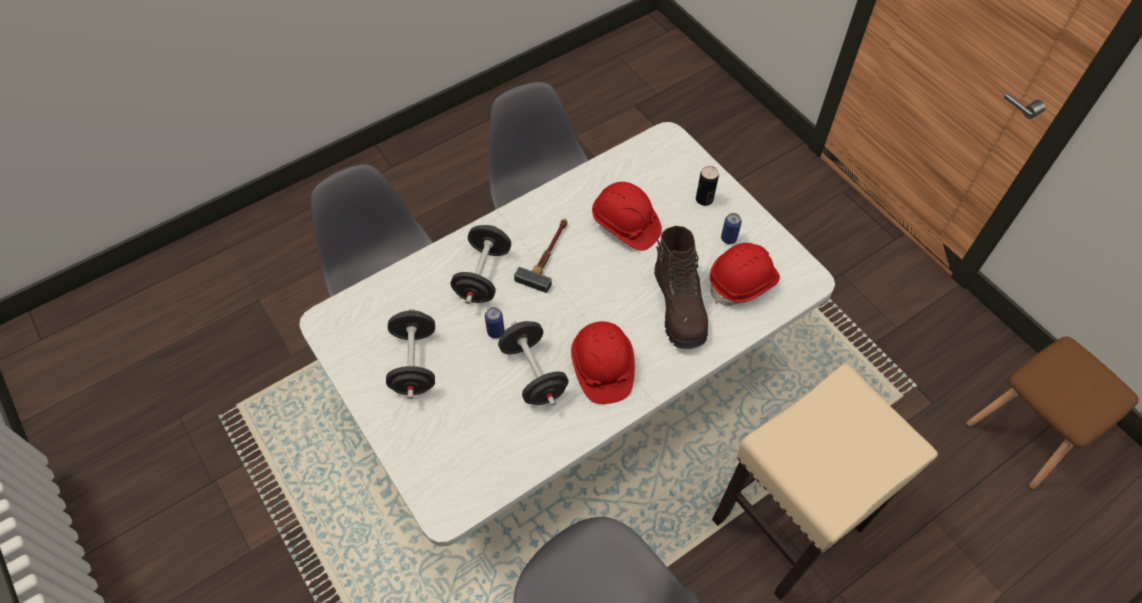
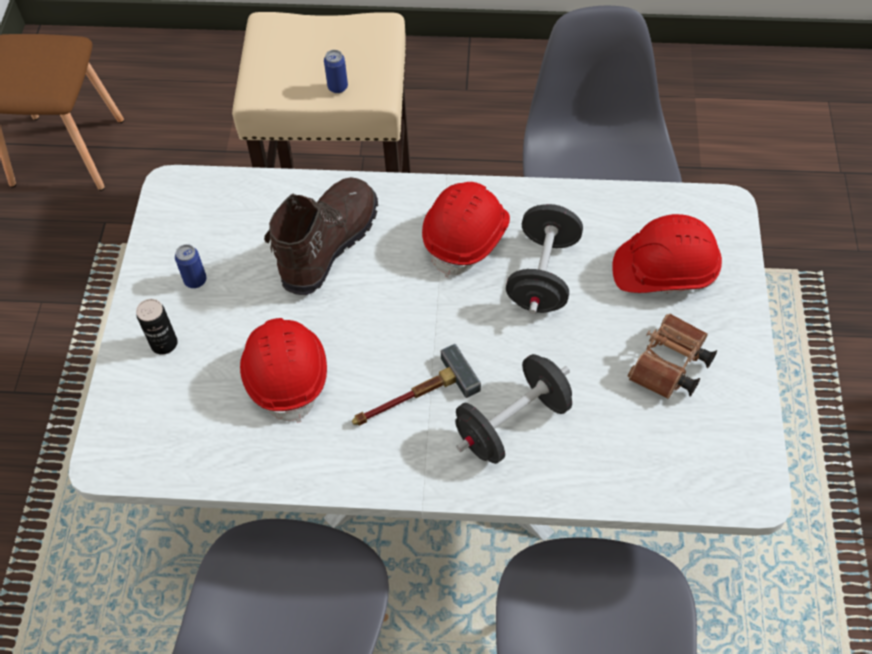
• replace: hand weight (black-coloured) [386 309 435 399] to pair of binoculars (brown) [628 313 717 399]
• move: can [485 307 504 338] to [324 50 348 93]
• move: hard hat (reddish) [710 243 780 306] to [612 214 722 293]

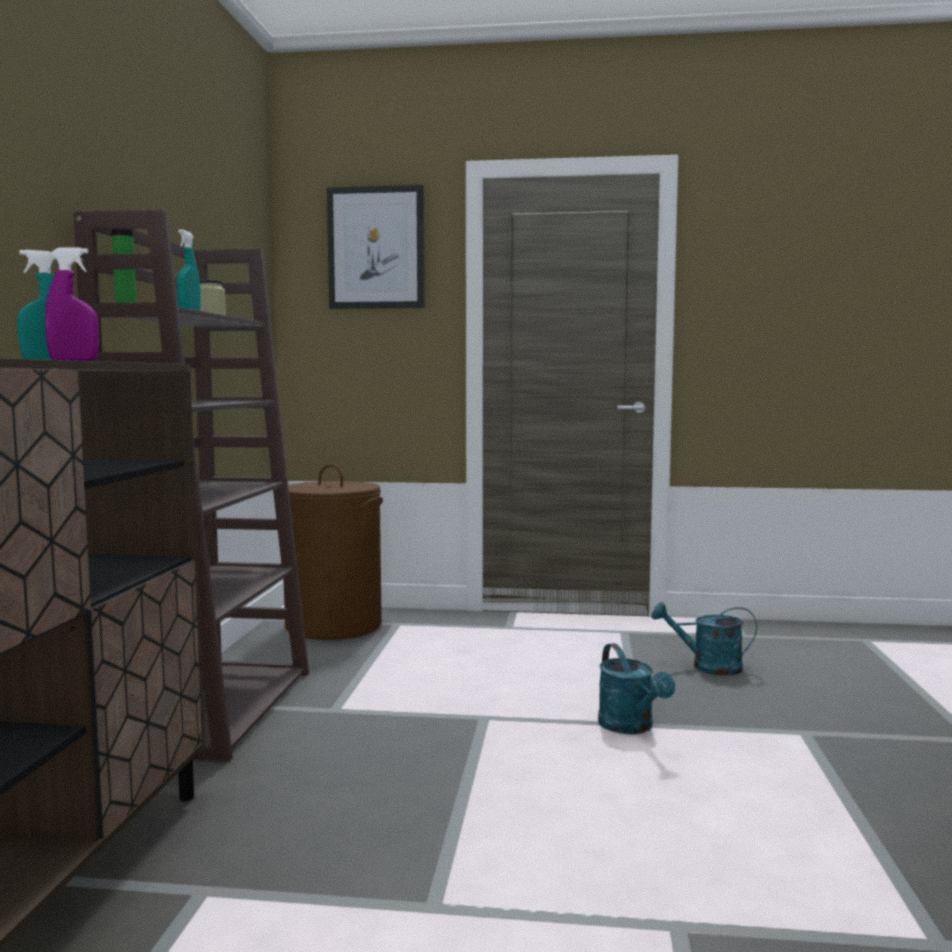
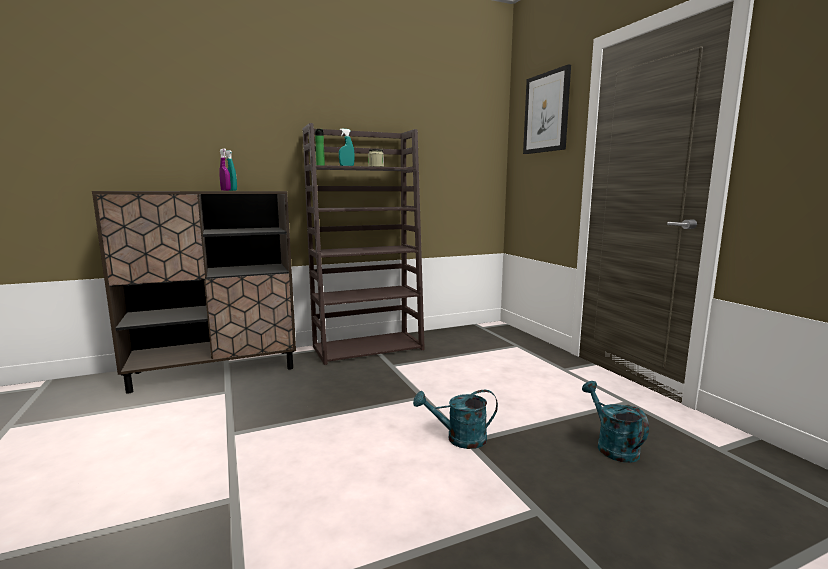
• delete: hamper (brown) [284 464 383 640]
• rotate: watering can (turquoise) [598 643 675 734] = [413 390 498 449] 45 degrees clockwise

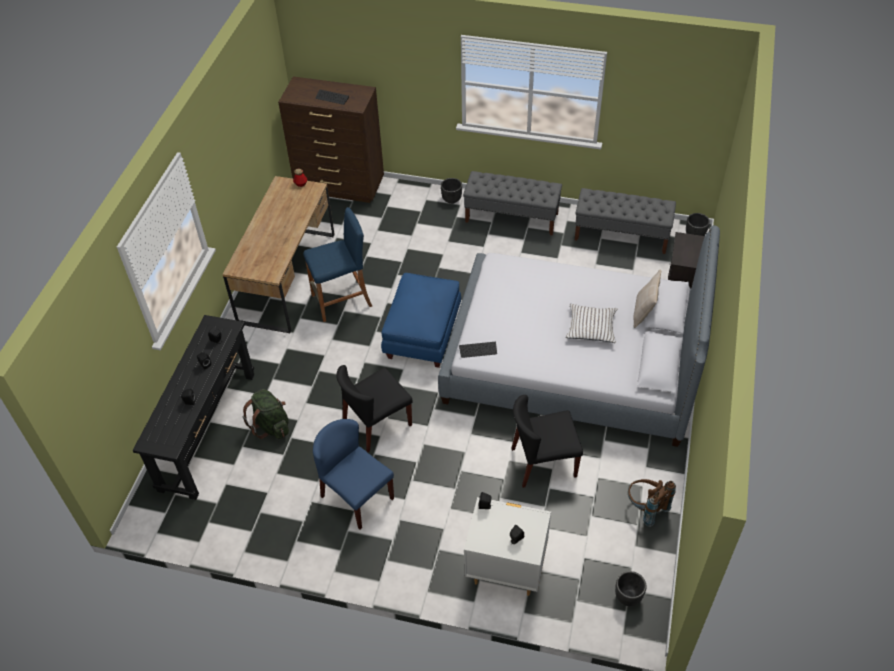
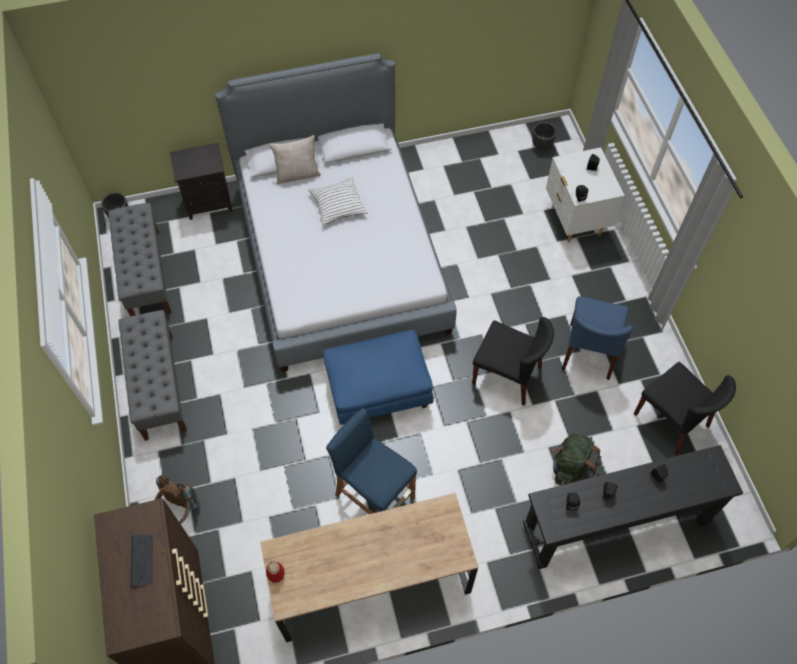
• delete: plant pot (black-coloured) [441 178 462 204]
• delete: PC keyboard [459 342 497 358]
• move: plain chair (black-coloured) [511 395 583 488] to [634 362 736 455]
• move: rucksack (brown) [628 479 676 527] to [155 475 200 524]

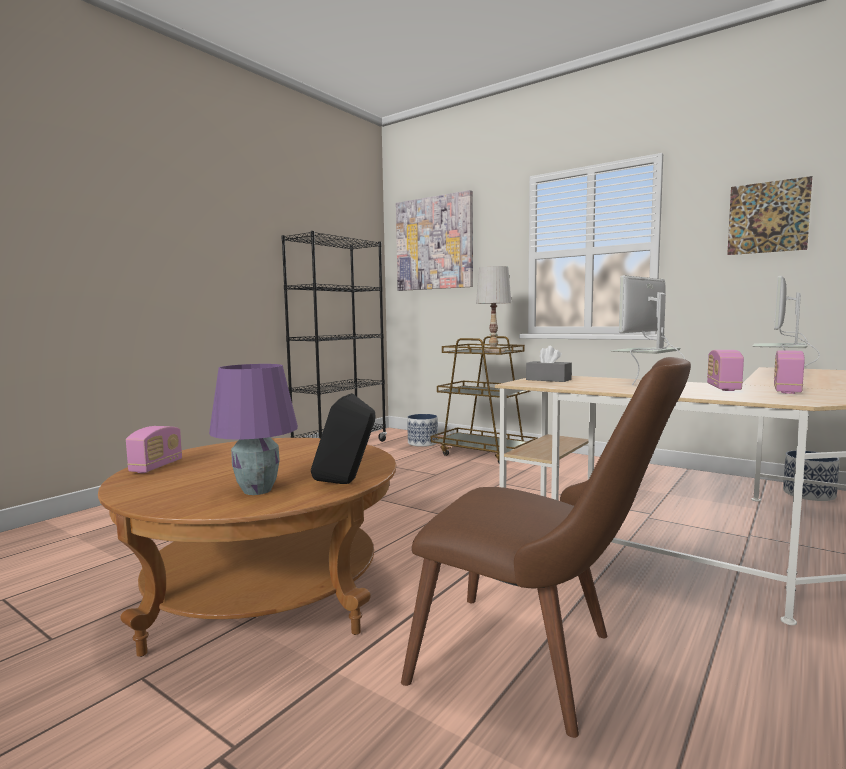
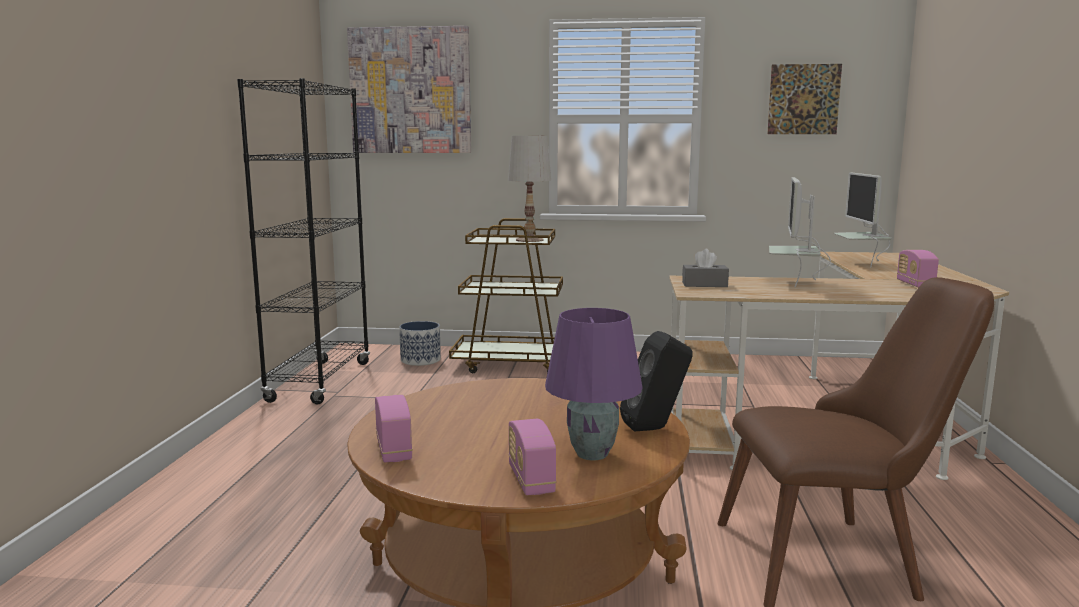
• move: radio receiver [707 350 744 391] to [508 419 557 495]
• delete: plant pot [783 451 840 501]

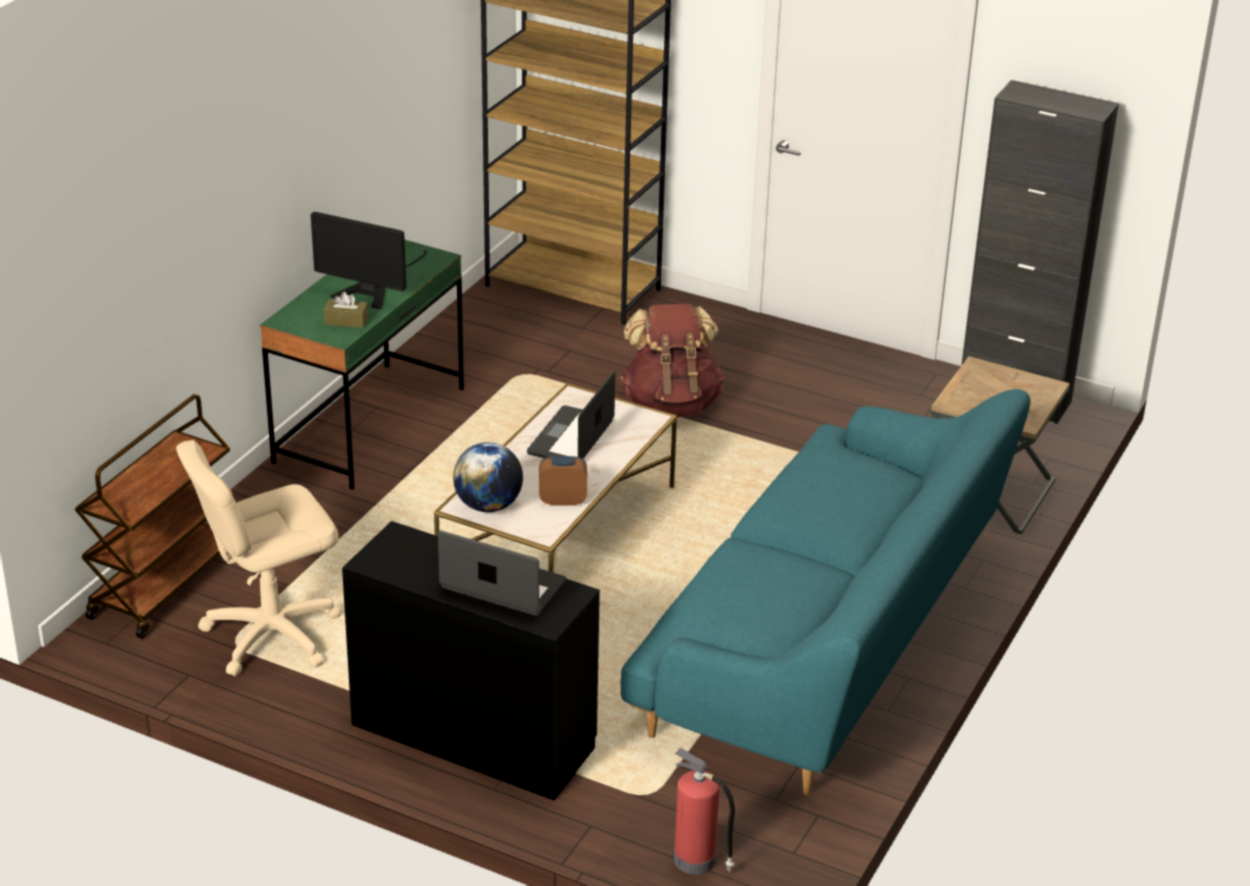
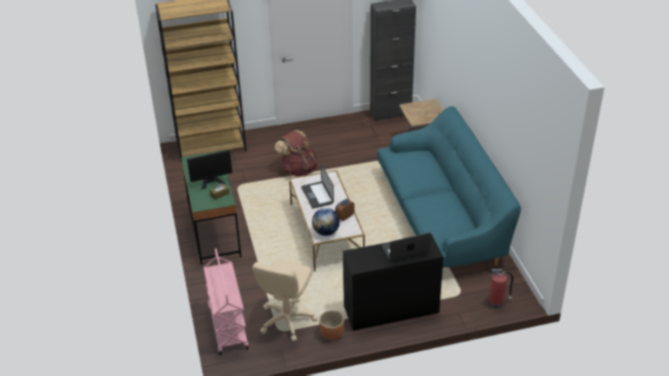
• recolor: wheeled cart (brown) [74 394 235 639] to wheeled cart (pinkish) [203 248 249 355]
• insert: plant pot (brown) [319 310 344 340]

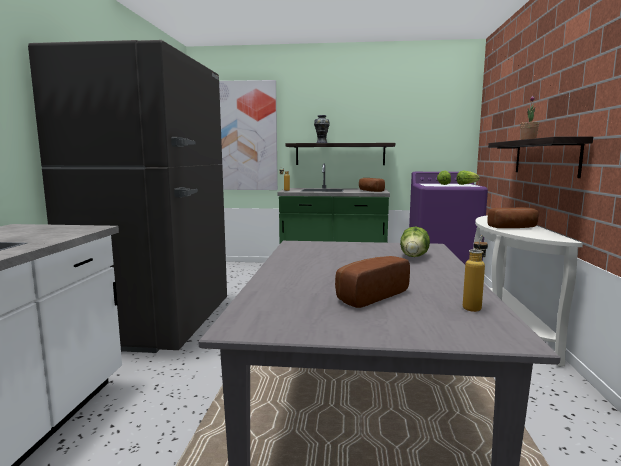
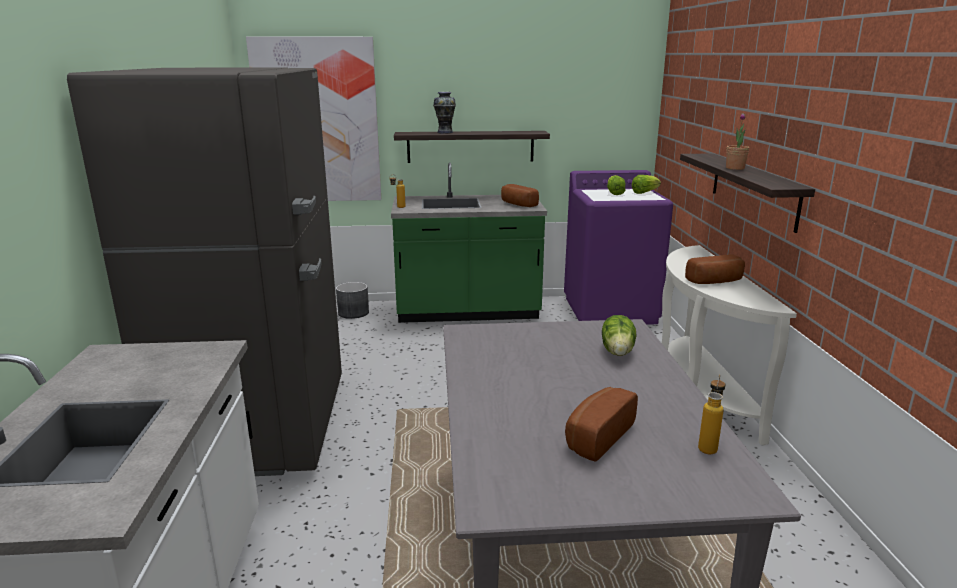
• insert: plant pot (grey) [336 282 369 319]

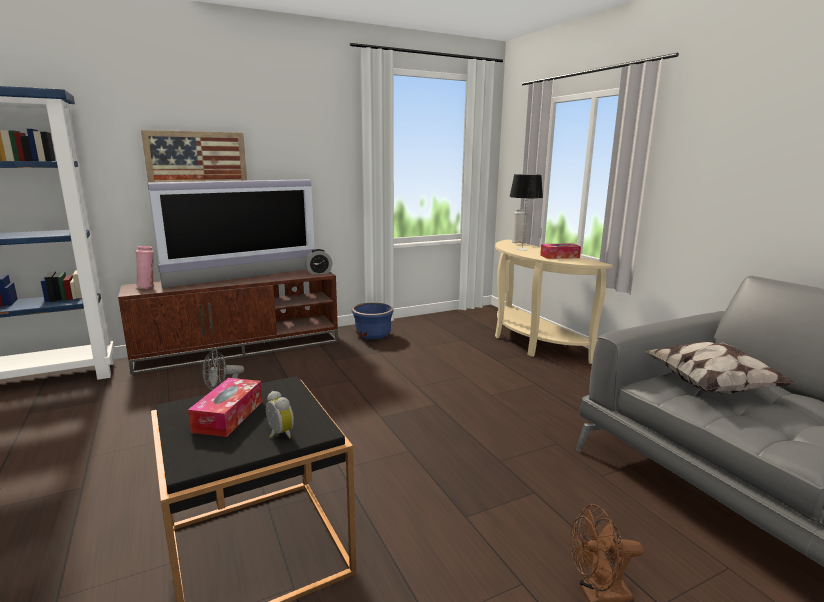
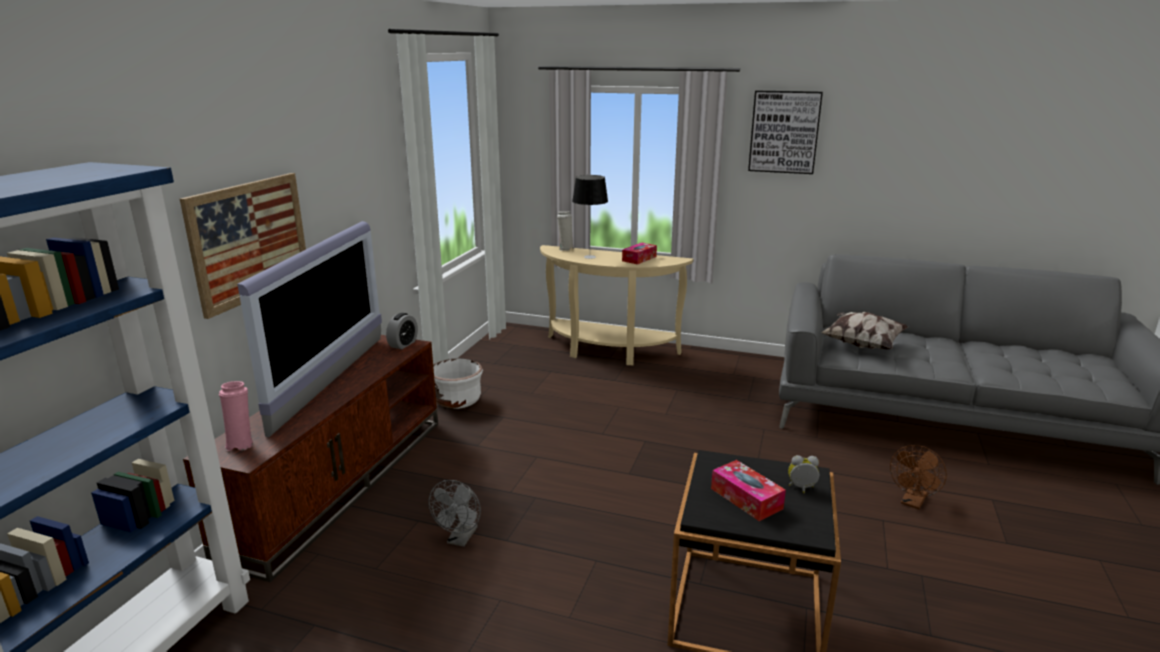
• recolor: plant pot (blue-coloured) [352 303 393 340] to plant pot (white-coloured) [433 358 483 409]
• insert: wall picture [748 91 823 174]

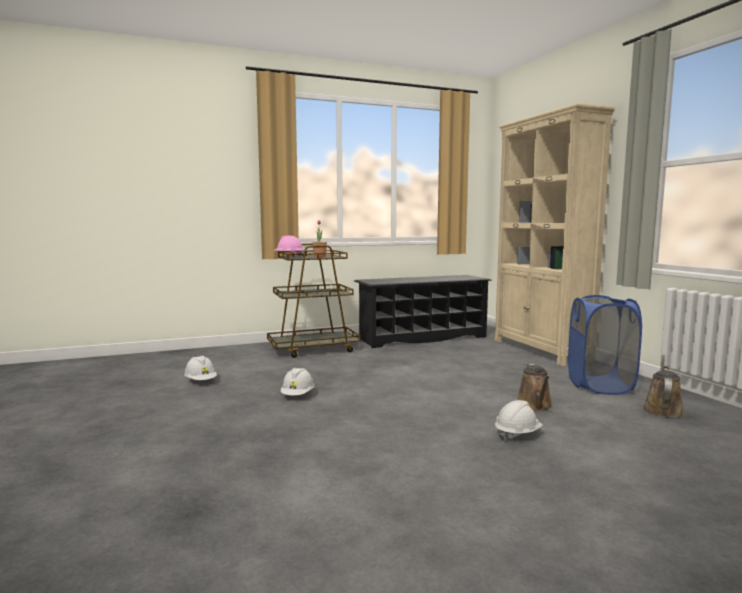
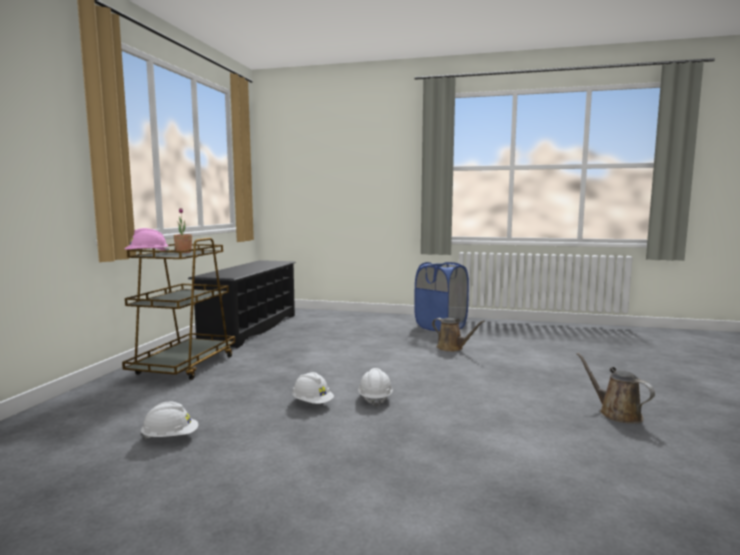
• delete: bookshelf (beige) [494 103 615 366]
• move: hard hat (white-coloured) [495 400 543 440] to [358 368 393 407]
• move: watering can (brown) [642 354 684 418] to [576 352 655 424]

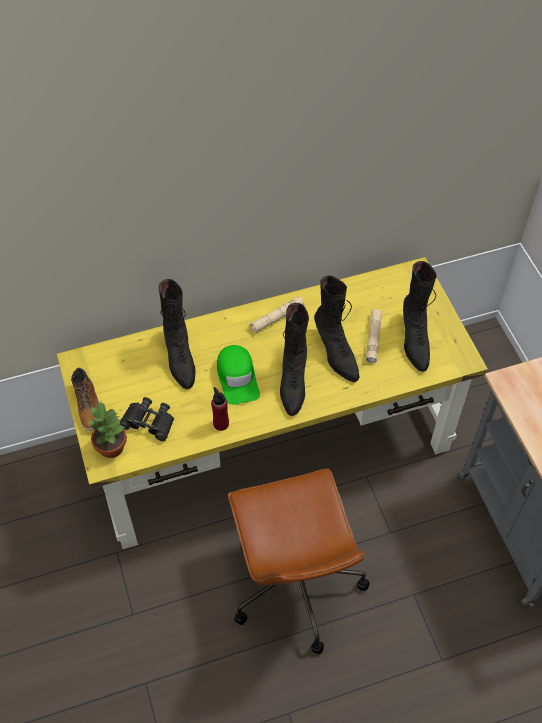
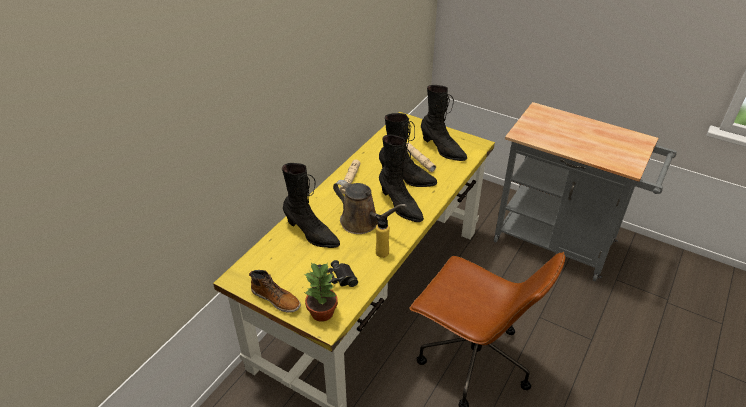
• recolor: drink bottle (reddish) [211 387 229 431] to drink bottle (yellow) [376 215 390 258]
• replace: baseball cap (greenish) [217 345 260 405] to watering can (brown) [333 180 407 234]

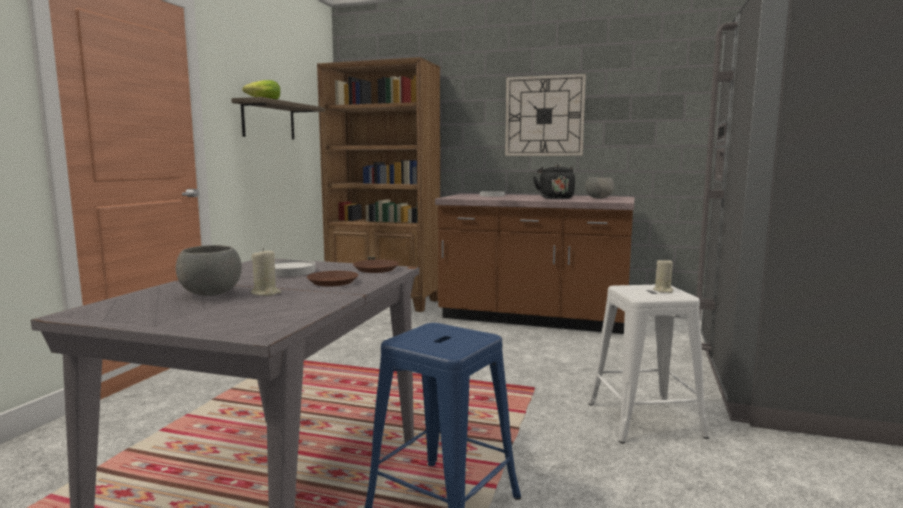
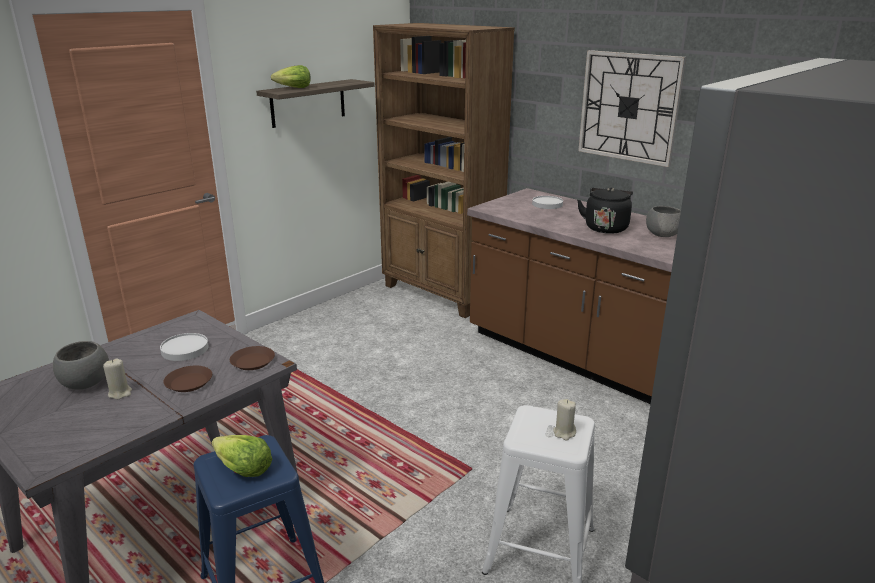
• insert: lettuce head [212 435 272 477]

